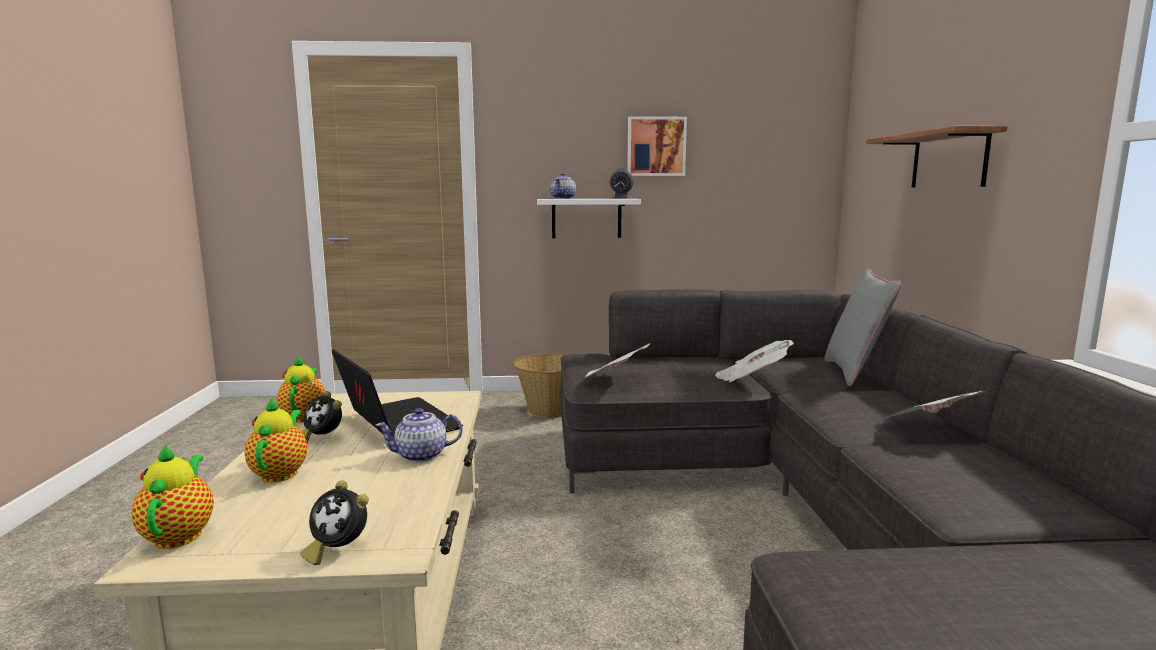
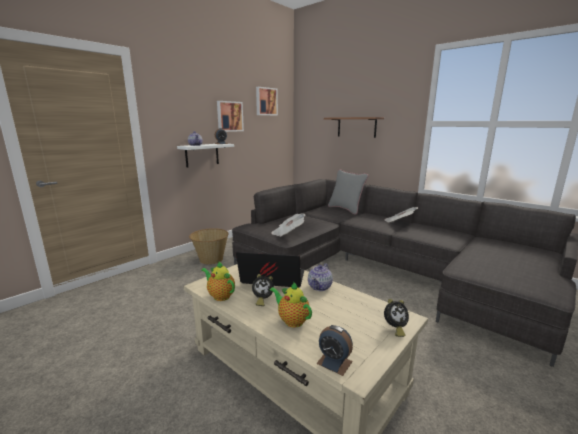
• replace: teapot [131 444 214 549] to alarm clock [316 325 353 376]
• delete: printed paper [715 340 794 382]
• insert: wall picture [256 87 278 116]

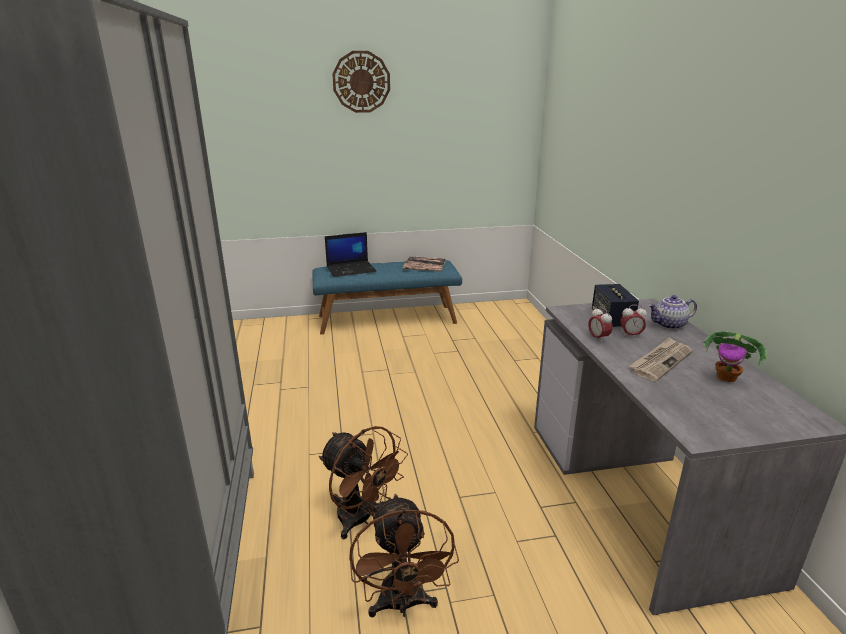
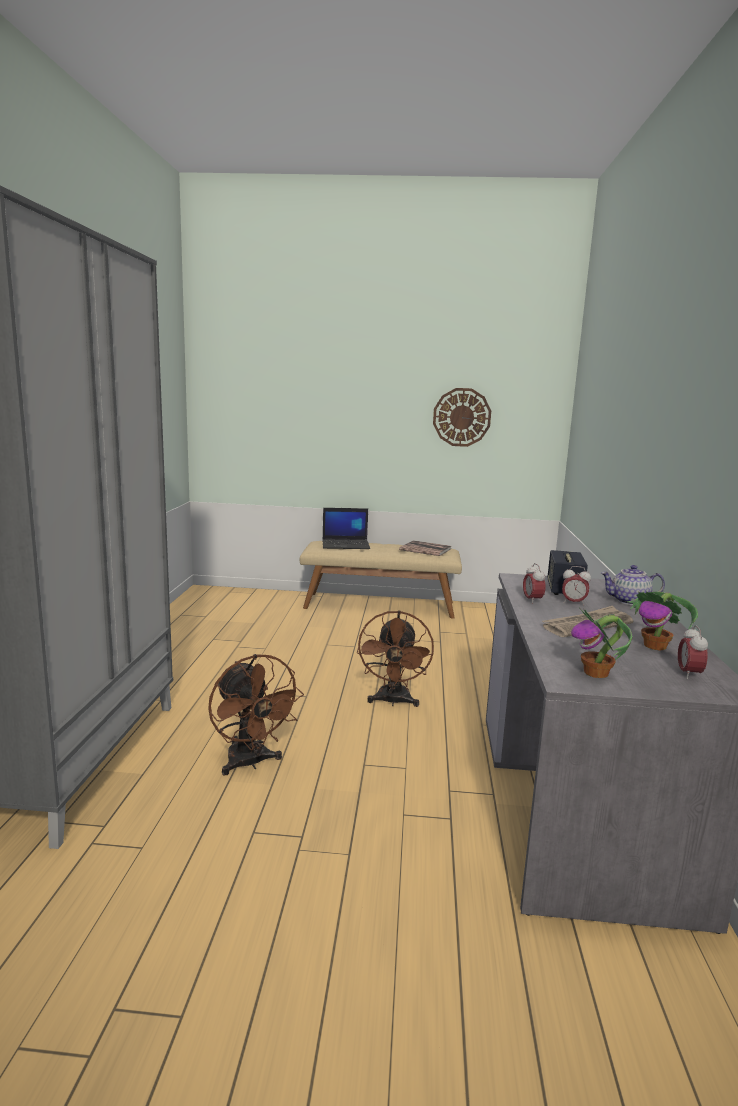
• recolor: bench (blue-coloured) [312 260 462 335] to bench (beige) [300 541 462 618]
• move: wall clock [332 51 390 113] to [433 388 491 447]
• move: electric fan (brown) [349 494 459 617] to [357 610 434 707]
• insert: houseplant [571 609 632 678]
• insert: alarm clock [678 625 708 679]

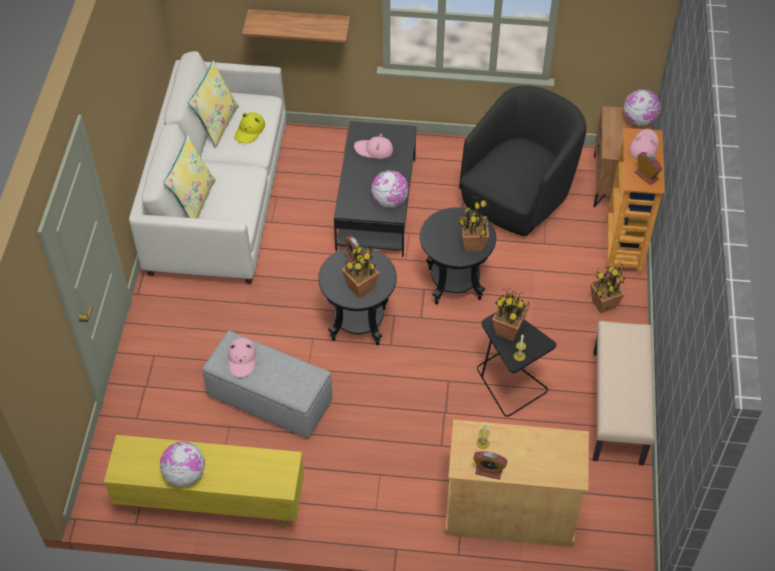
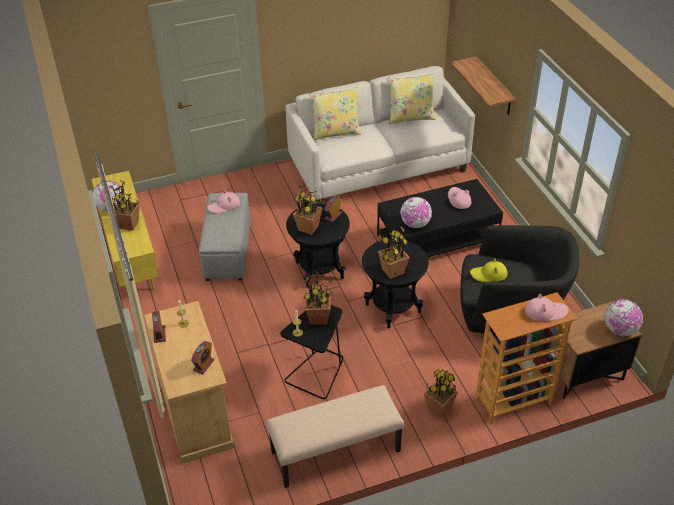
• move: hat (yellow) [234 112 265 143] to [470 258 508 282]
• move: alarm clock [635 152 662 185] to [191 341 214 374]
• insert: houseplant [110 180 140 231]

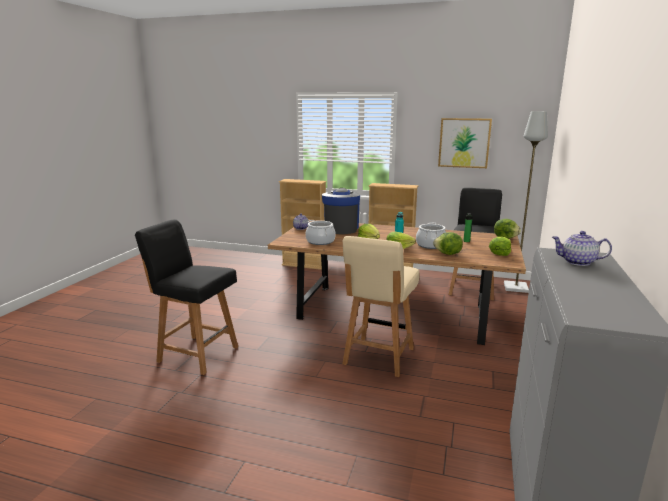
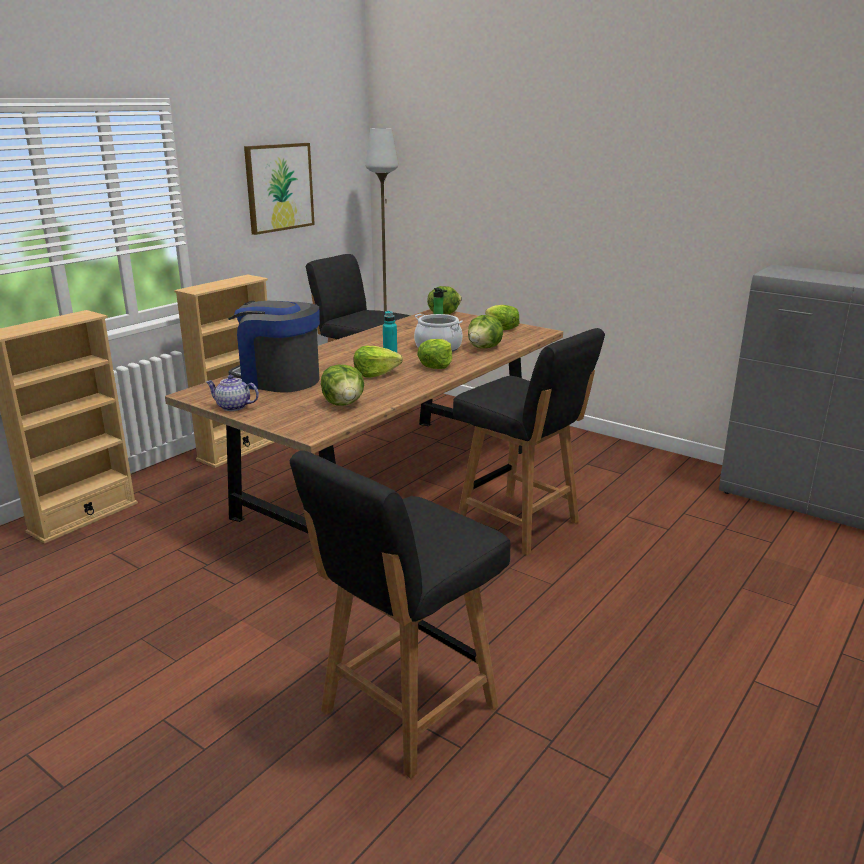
• replace: stockpot [306 220 336 245] to lettuce head [321 365 364 405]
• recolor: plain chair (beige) [342 236 420 377] to plain chair (black-coloured) [453 328 605 555]
• delete: teapot [552 231 612 266]

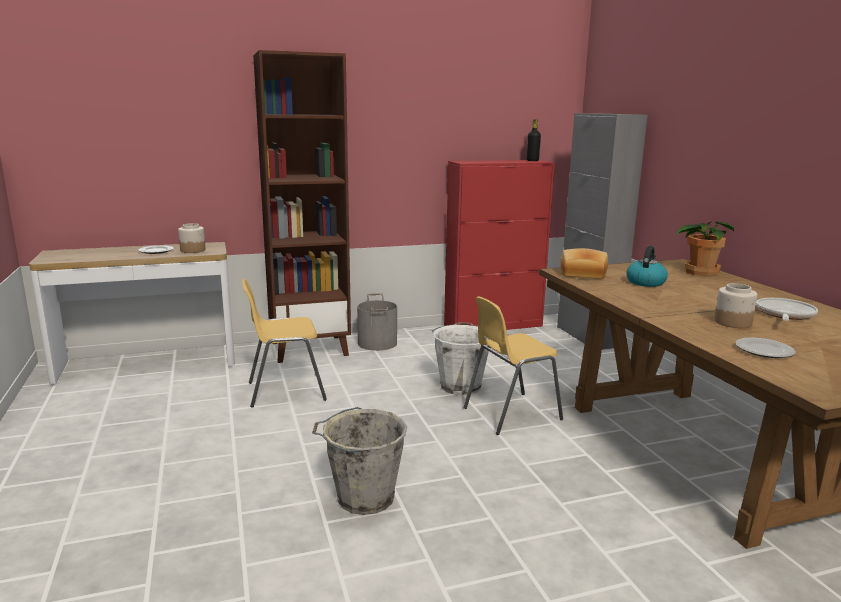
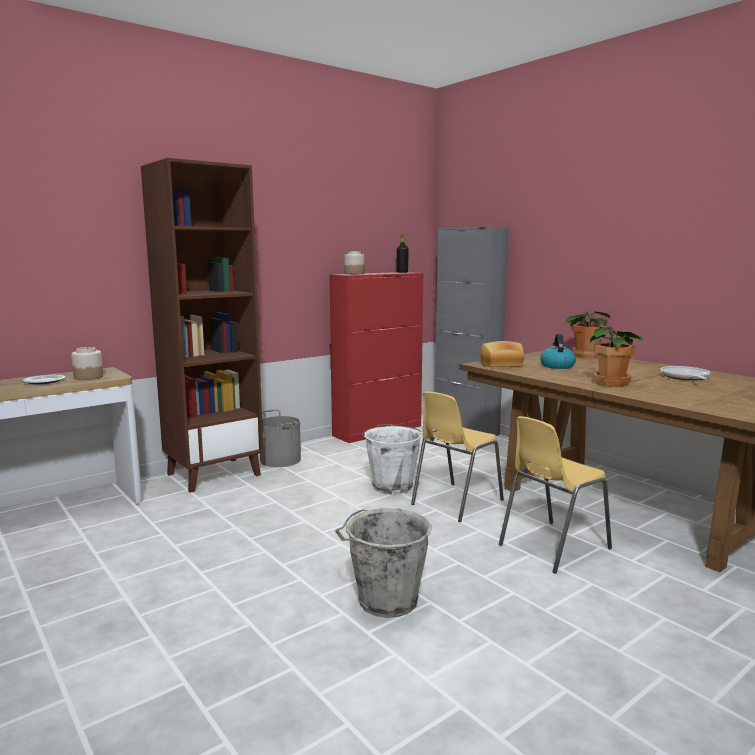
• move: plain chair (yellow) [242 278 327 408] to [499 416 612 573]
• move: preserve jar [714 283 757 328] to [344 252 364 274]
• delete: plate [735 338 796 358]
• insert: houseplant [590 326 644 387]

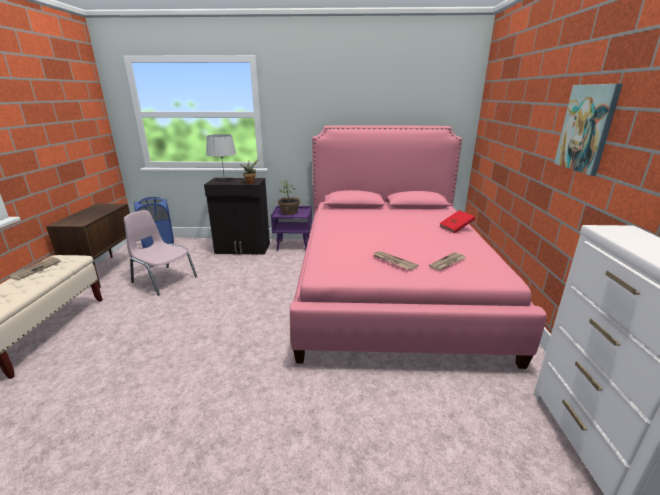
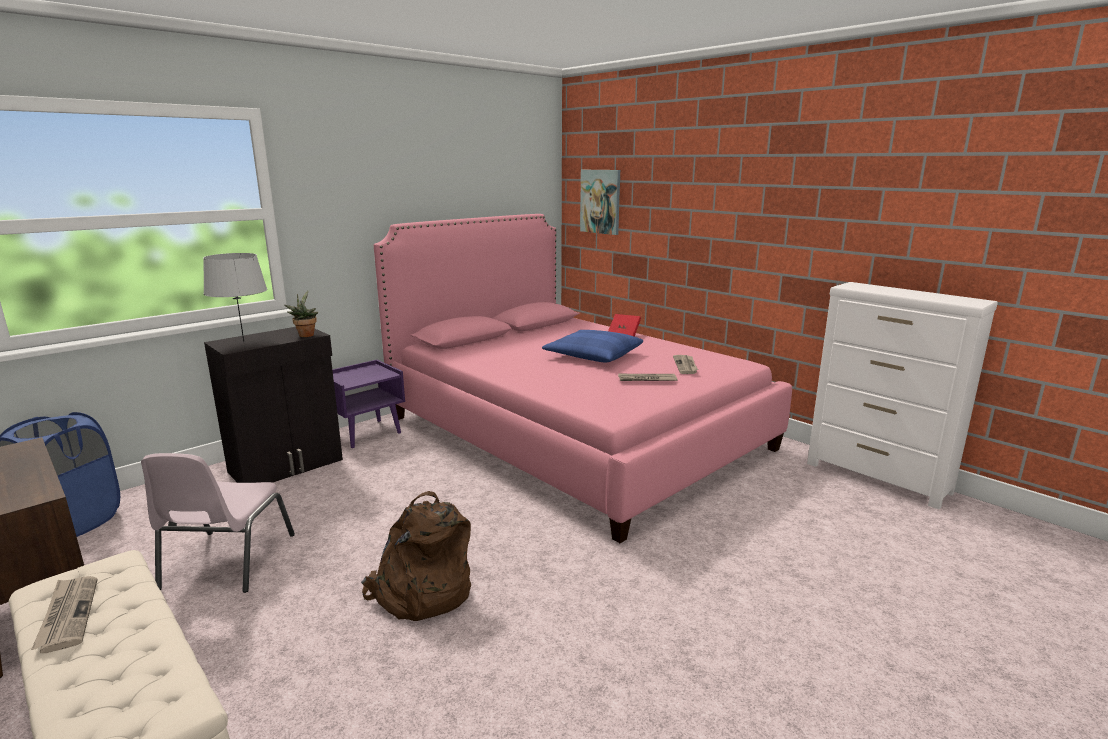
• rotate: plain chair (pinkish) [124 210 197 296] = [141 453 295 593] 75 degrees counterclockwise
• delete: houseplant [278 180 300 215]
• move: wall picture [554 84 623 176] to [580 170 620 235]
• insert: rucksack (brown) [361 491 471 621]
• insert: pillow (blue-coloured) [542 330 643 362]

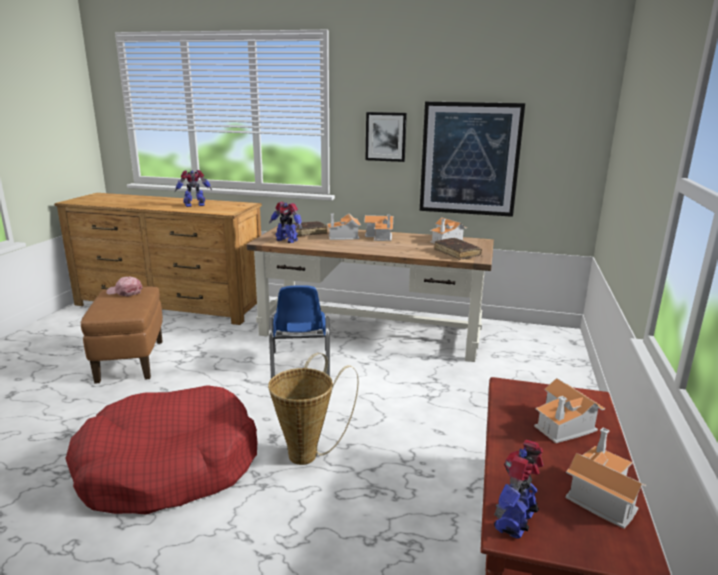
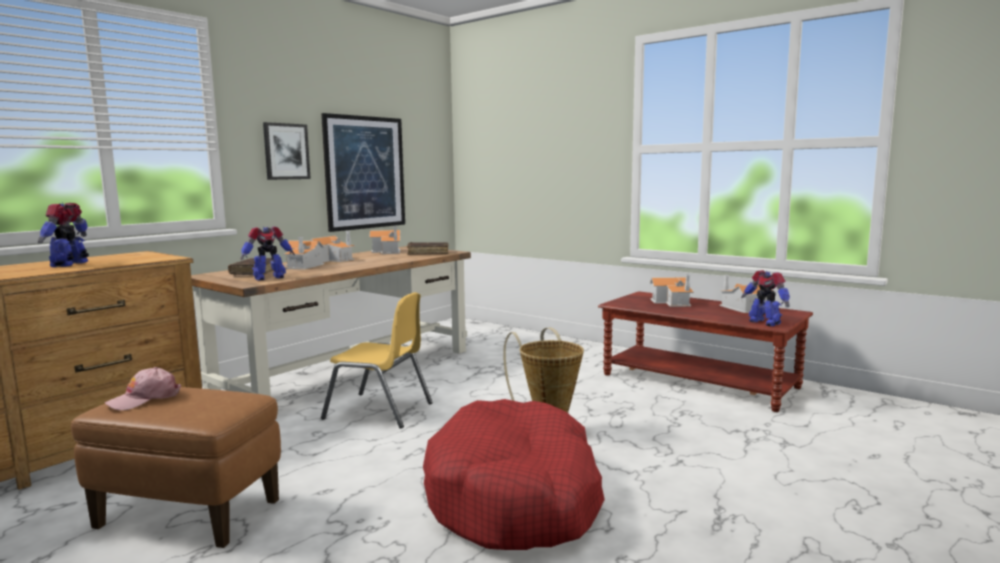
• recolor: plain chair (blue-coloured) [269 285 330 379] to plain chair (yellow) [321 292 433 428]

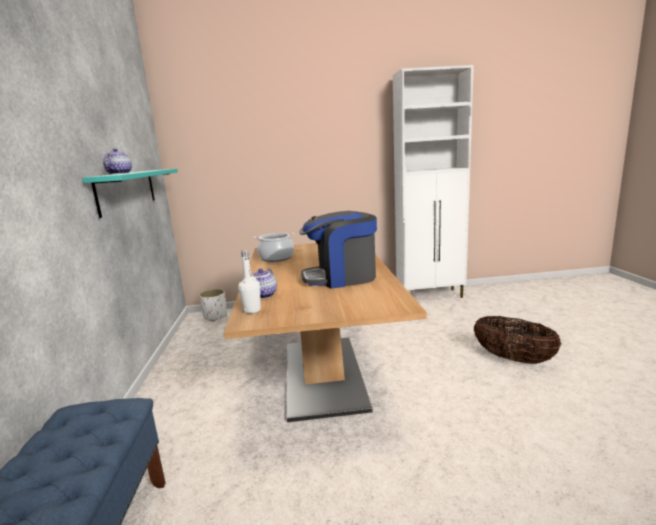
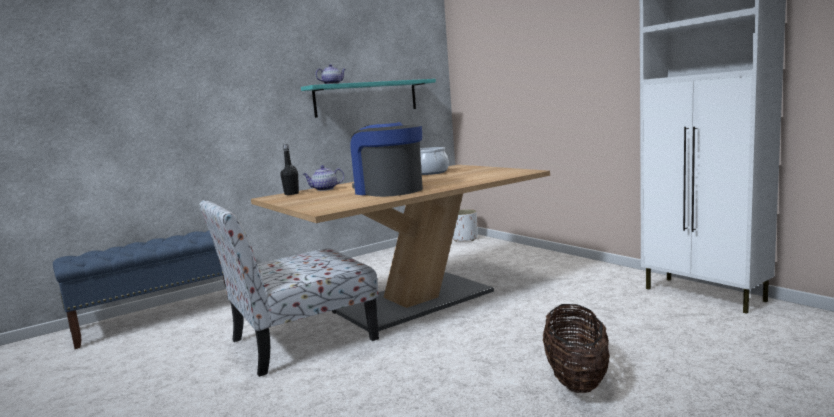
• recolor: drink bottle (white-coloured) [238 250 261 314] to drink bottle (black-coloured) [280 144 299 195]
• insert: plain chair [199 200 379 377]

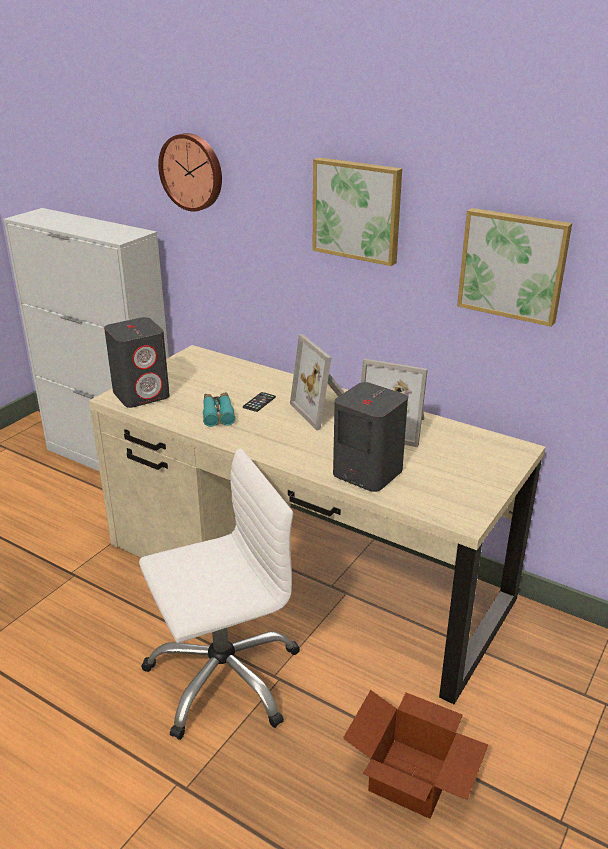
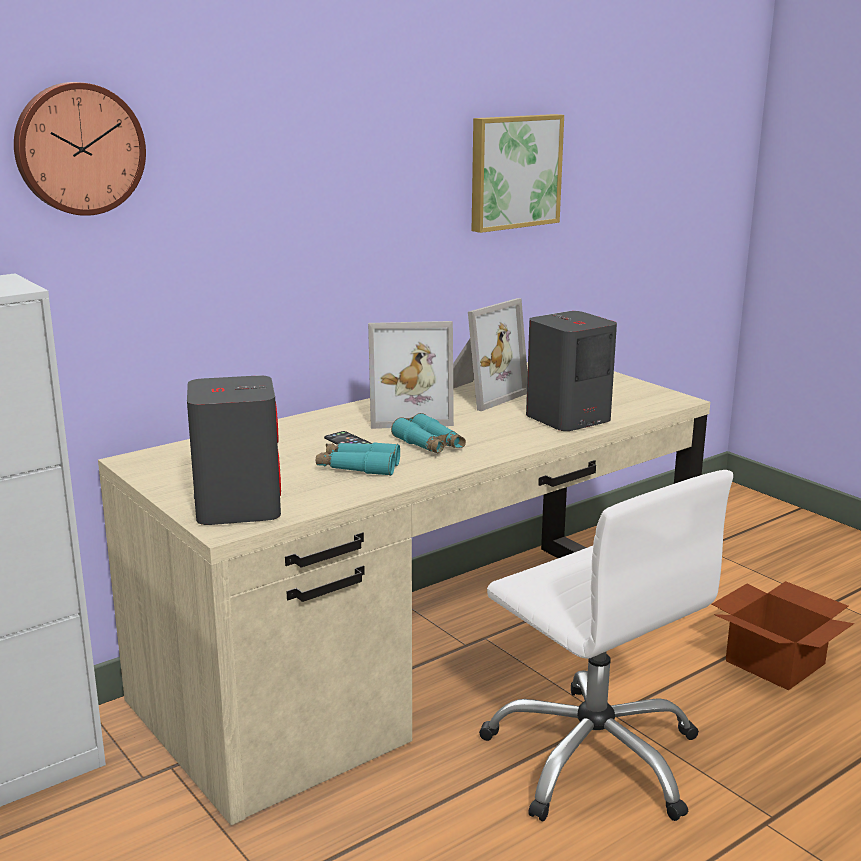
• rotate: computer chair (white-coloured) [139 448 300 740] = [479 470 733 821] 150 degrees clockwise
• delete: wall picture [313 157 402 266]
• insert: pair of binoculars (turquoise) [391 413 466 453]

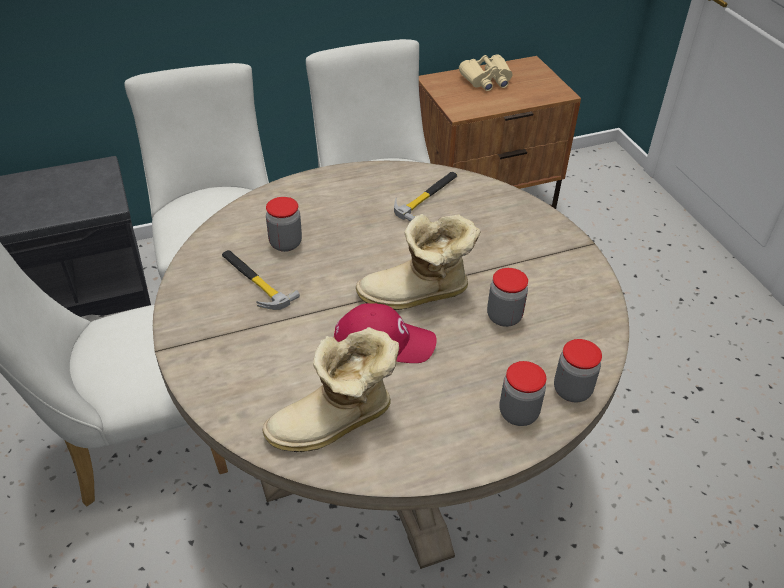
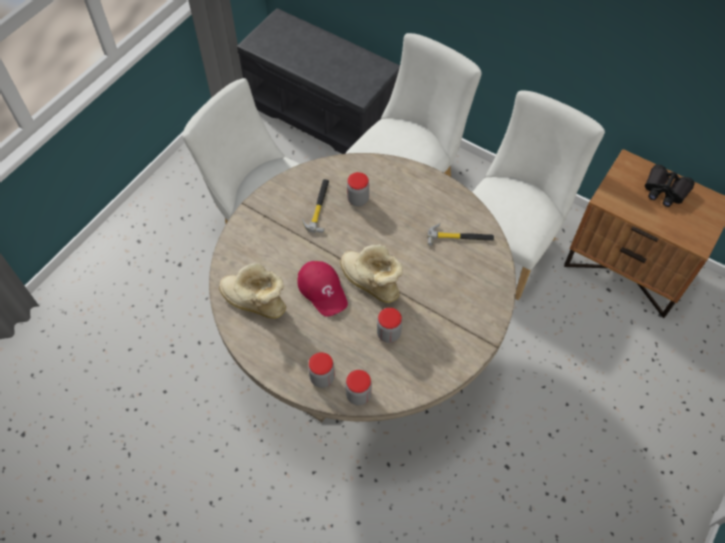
• recolor: pair of binoculars (beige) [459 55 512 91] to pair of binoculars (black-coloured) [645 164 695 207]

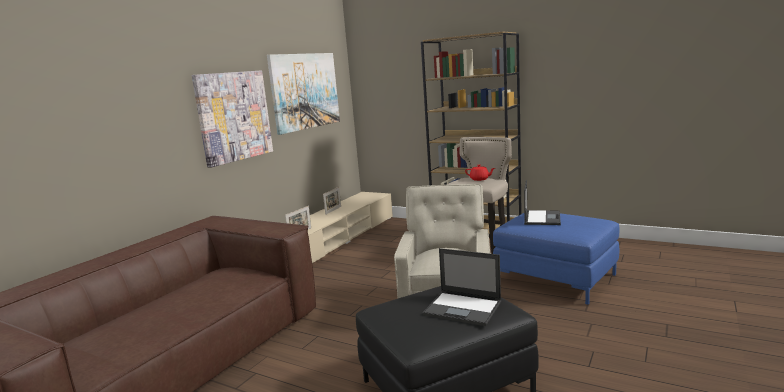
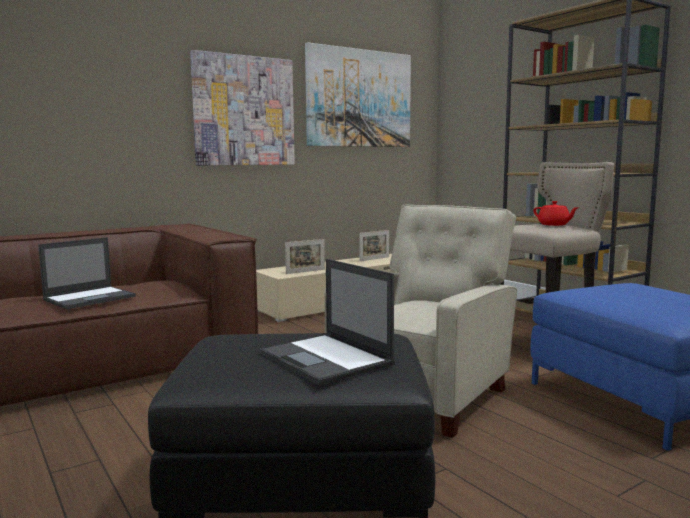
• move: notebook computer [524 180 561 225] to [38 237 136 309]

